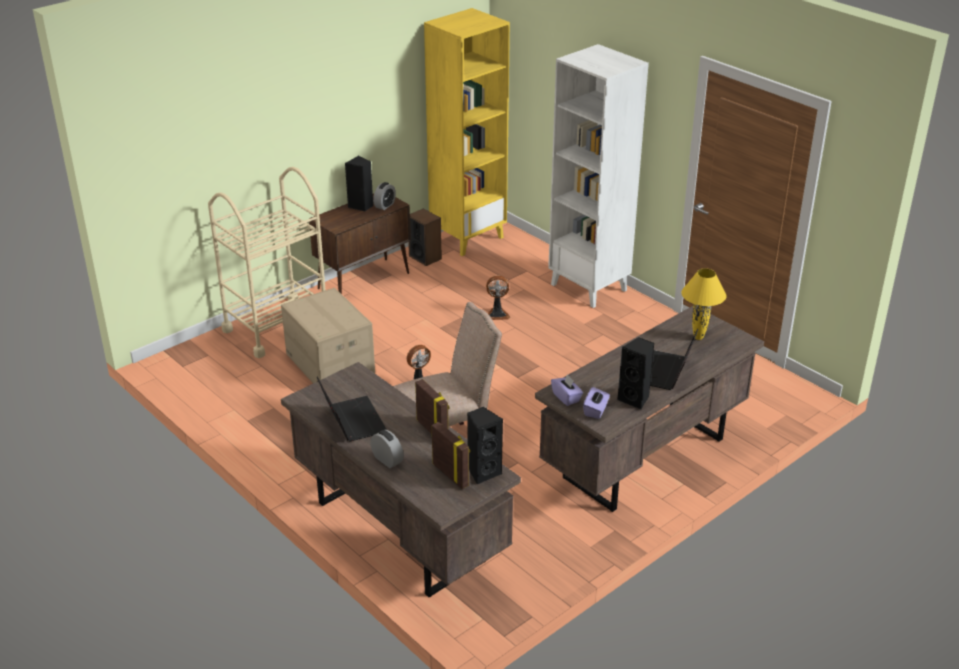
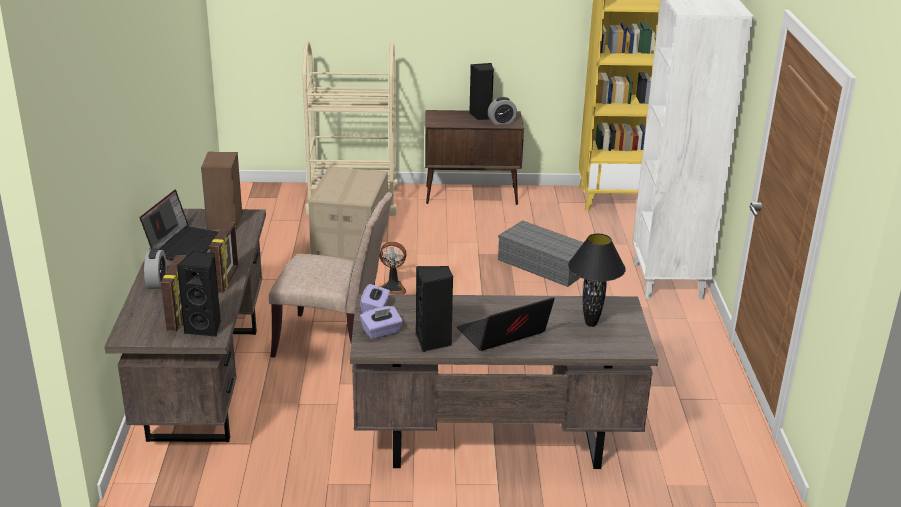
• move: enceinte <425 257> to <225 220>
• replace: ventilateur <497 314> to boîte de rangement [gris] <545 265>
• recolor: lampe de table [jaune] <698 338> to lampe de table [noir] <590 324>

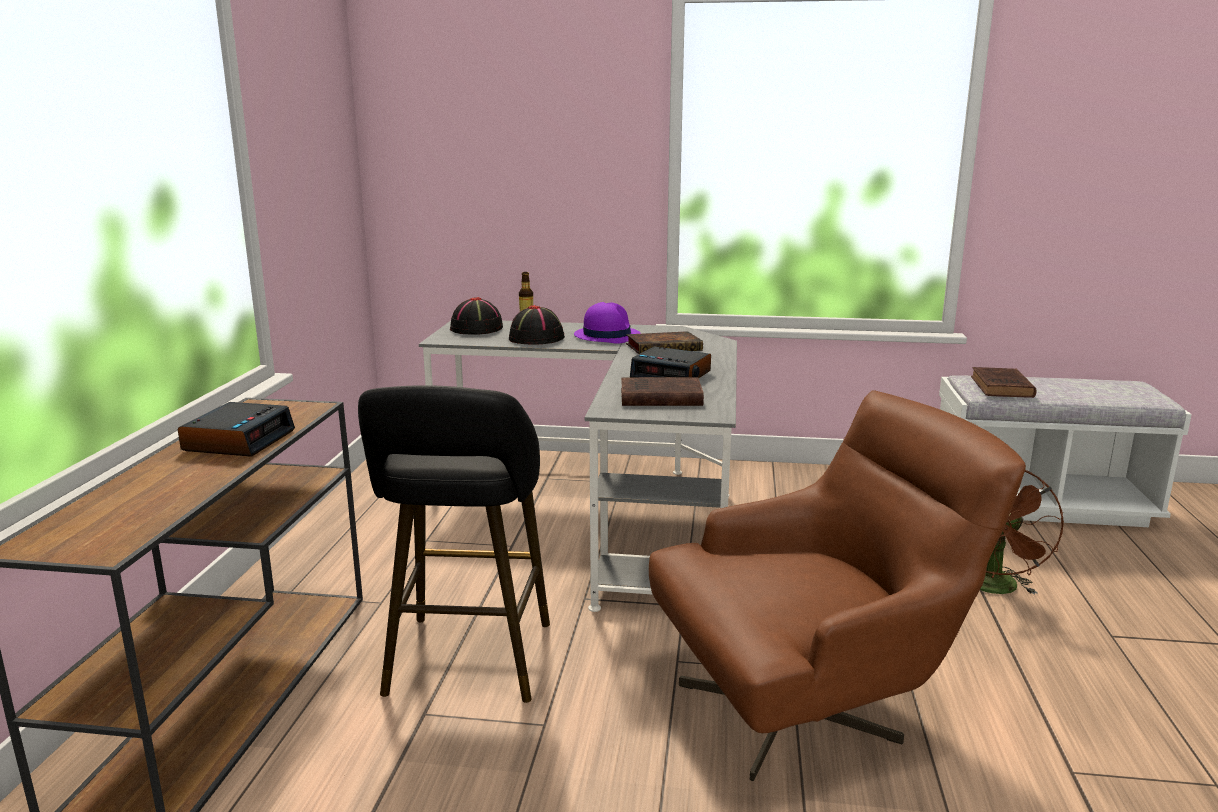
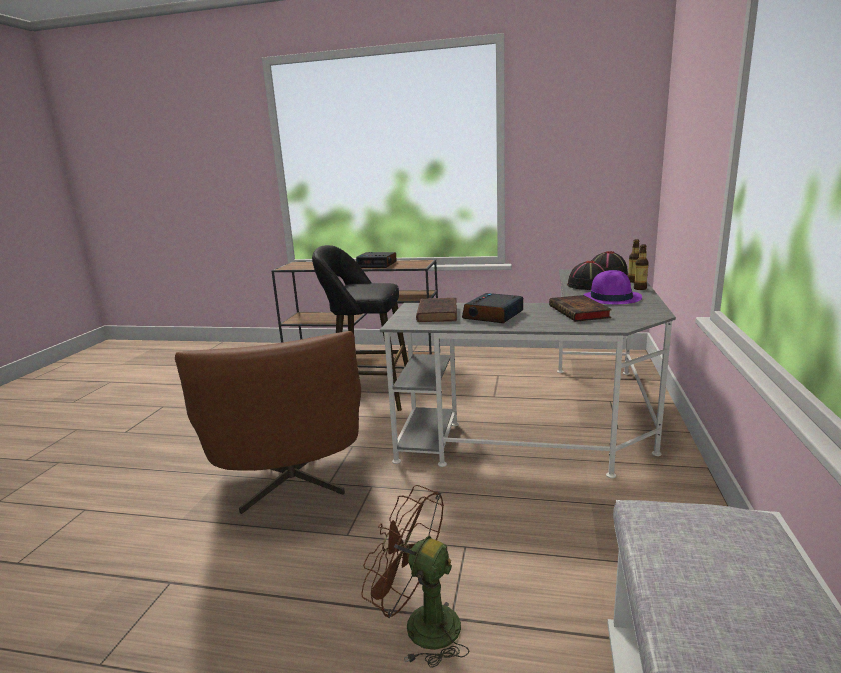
• delete: livre [marron] <1002 388>
• insert: bouteille <640 288>

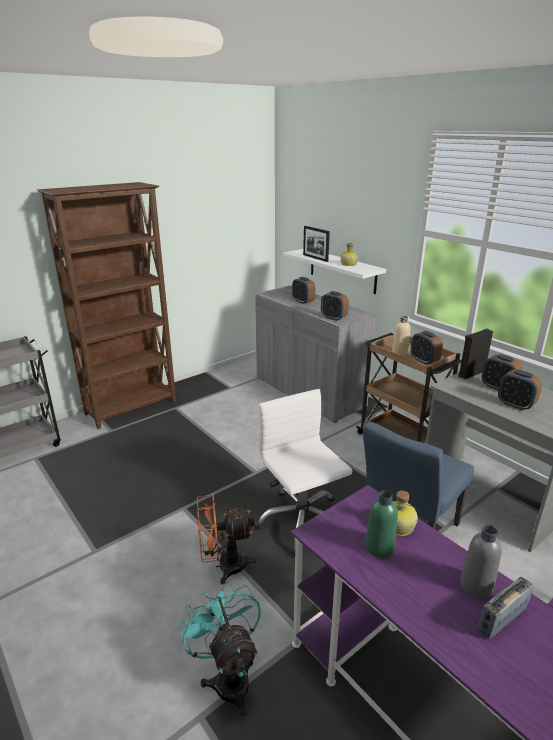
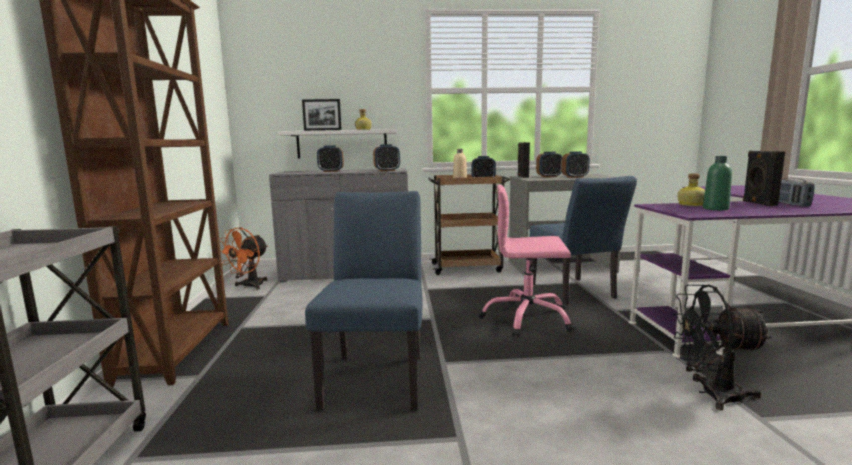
• recolor: ventilateur [turquoise] <228 677> to ventilateur [noir] <711 393>
• move: ventilateur [orange] <224 566> to <249 286>
• recolor: chaise de bureau [blanc] <301 522> to chaise de bureau [rose] <527 318>
• replace: bouteille [gris] <476 585> to enceinte [noir] <758 203>
• insert: chaise [bleu] <377 375>

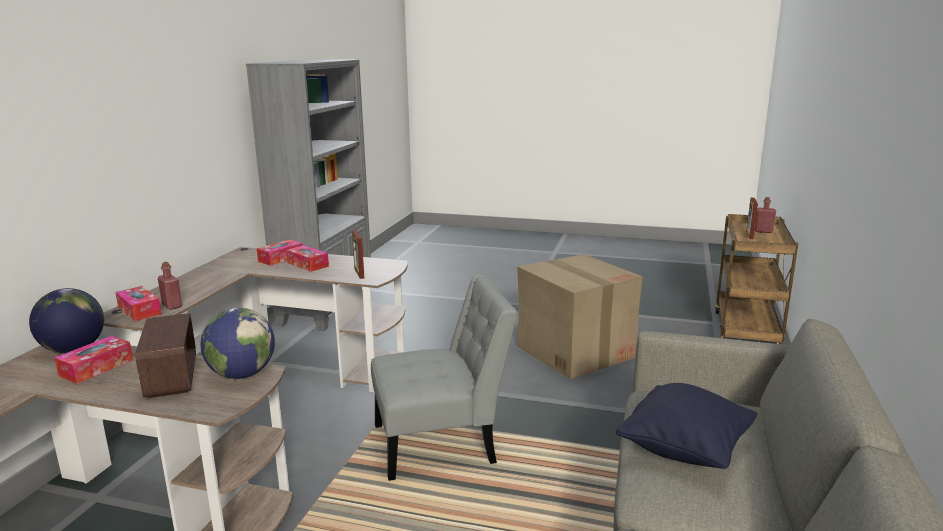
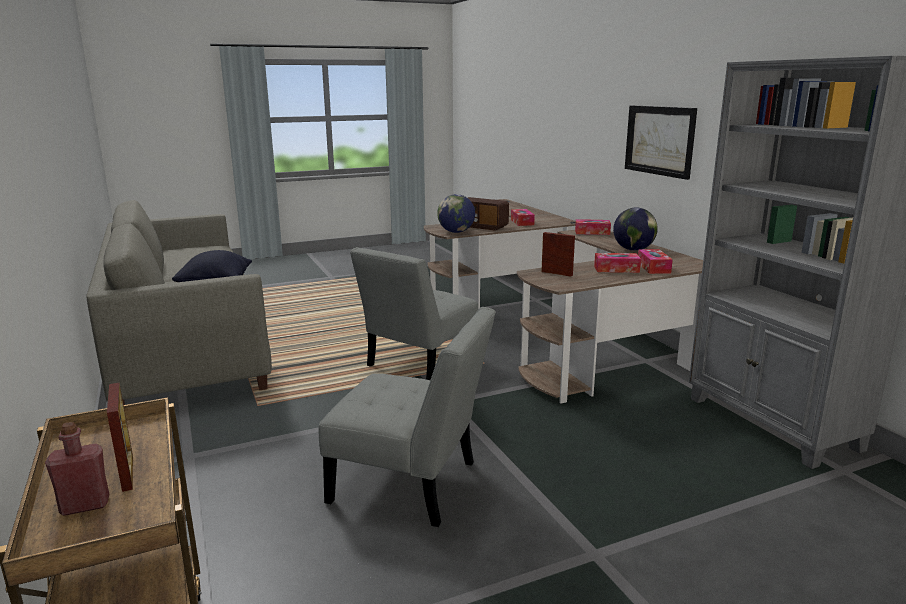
• move: globe <73 350> to <633 250>
• delete: bouteille [rouge] <172 306>
• replace: carton <575 351> to chaise [gris] <411 484>
• insert: tableau <659 140>

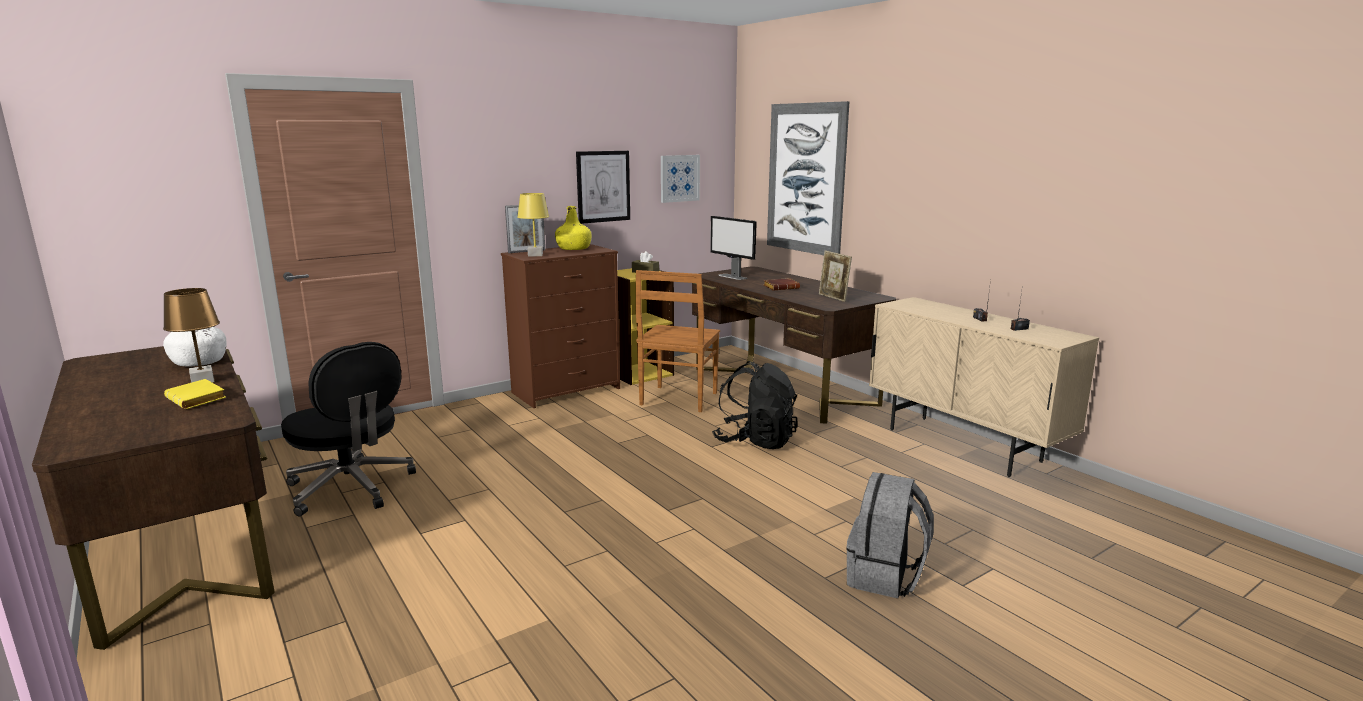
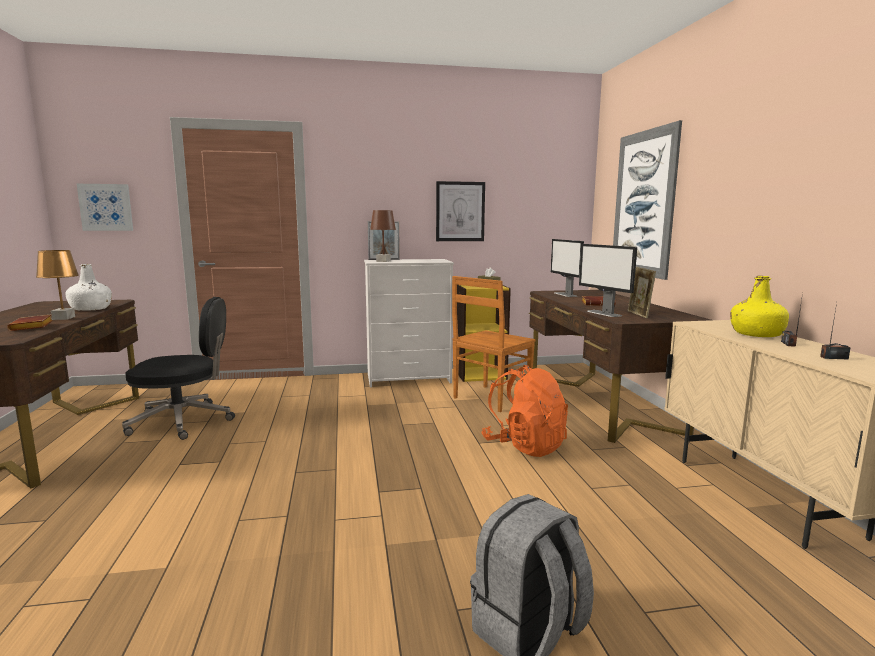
• recolor: livre [jaune] <199 399> to livre [marron] <33 327>
• rotate: chaise de bureau [noir] <352 488> = <184 421> 75 degrees counterclockwise
• recolor: commode [marron] <567 390> to commode [blanc] <409 378>
• recolor: lampe de table [jaune] <535 255> to lampe de table [marron] <383 261>
• move: bouteille [jaune] <574 248> to <756 334>
• move: tableau <679 178> to <106 207>
• recolor: sac à dos [noir] <755 441> to sac à dos [orange] <525 446>
• insert: écran d'ordinateur <604 313>

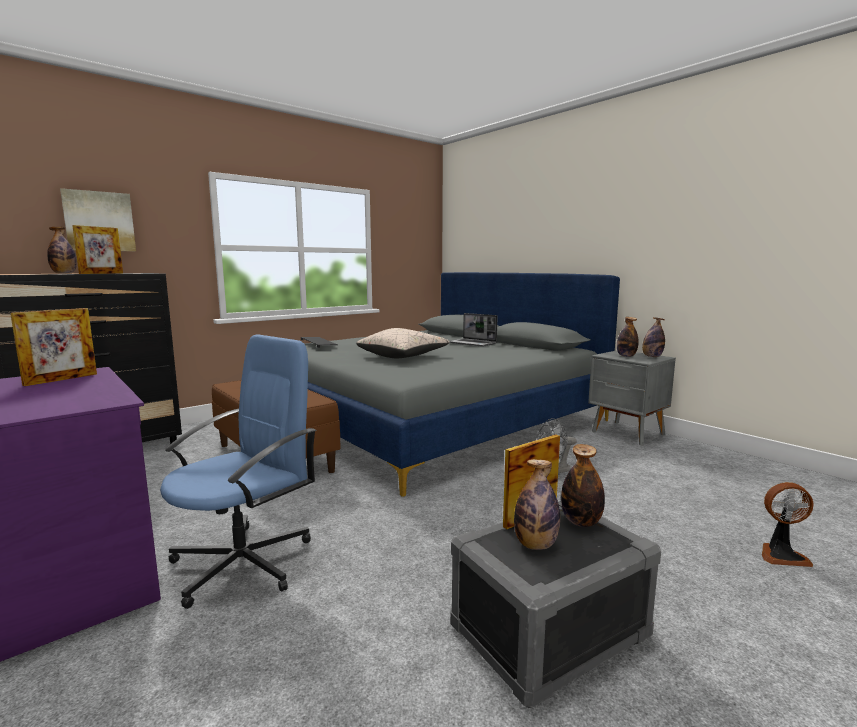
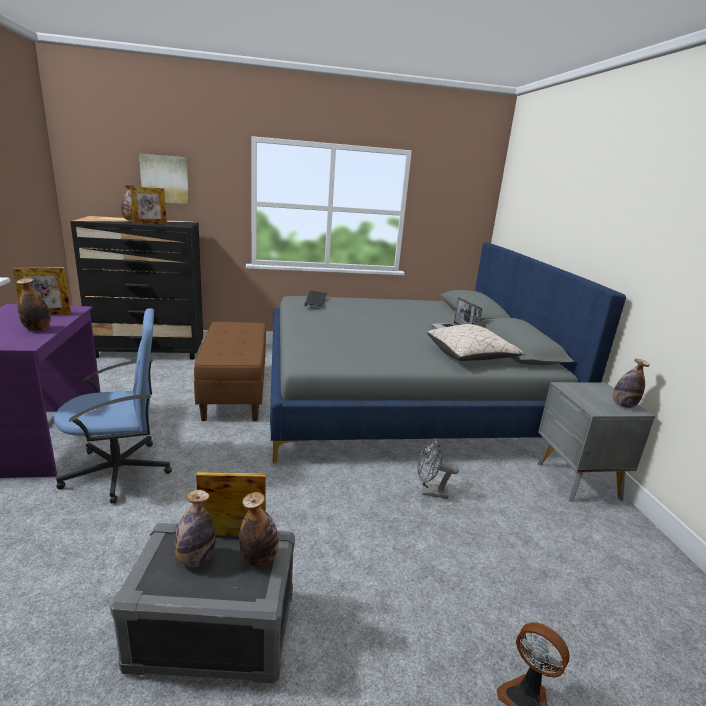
• move: coussin [beige] <403 356> to <470 356>
• move: bouteille <626 356> to <37 329>

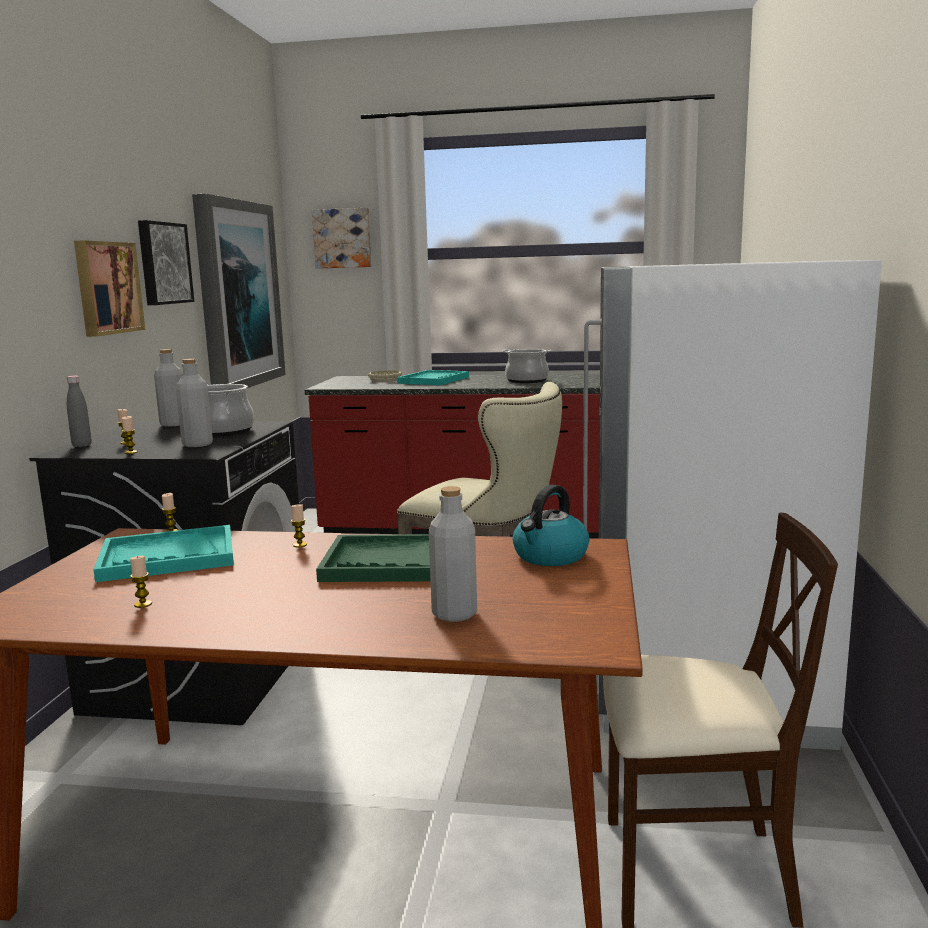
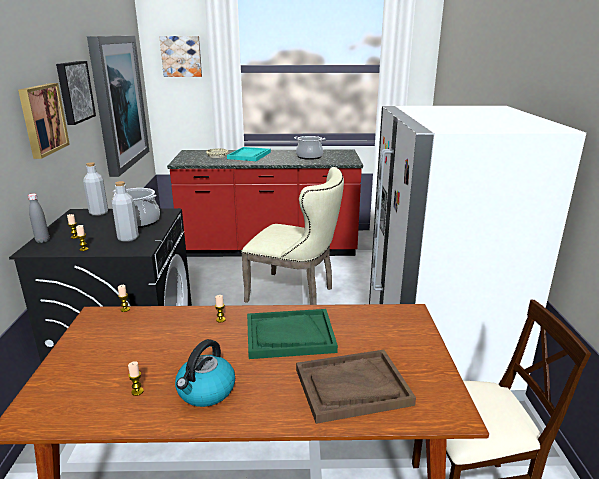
• delete: plateau [turquoise] <167 557>
• replace: bouteille [gris] <454 614> to plateau [marron] <352 387>
• move: bouilloire <550 556> to <206 391>

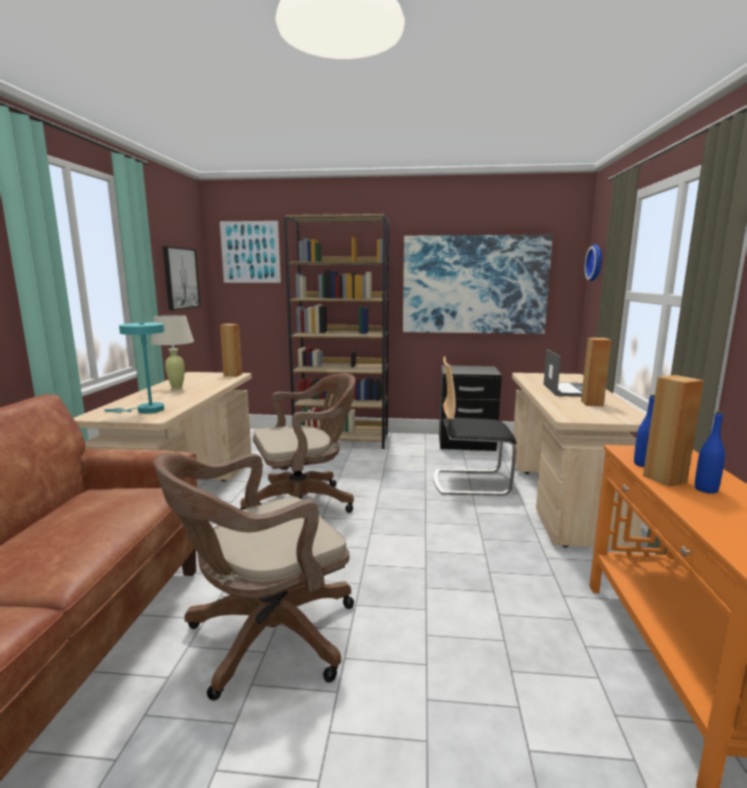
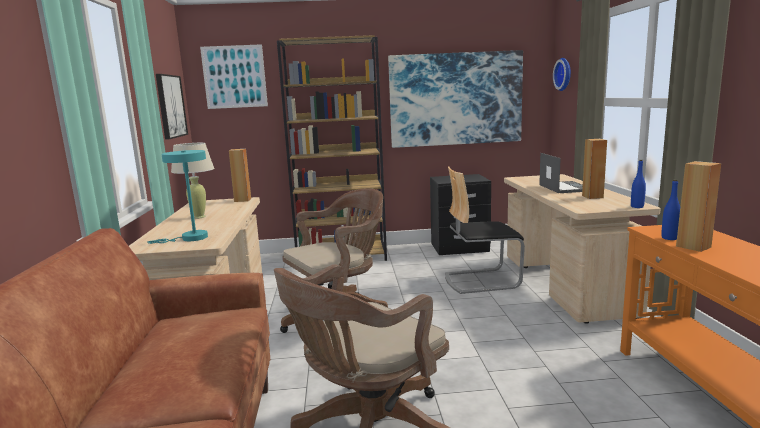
• move: bouteille [bleu] <706 489> to <637 207>

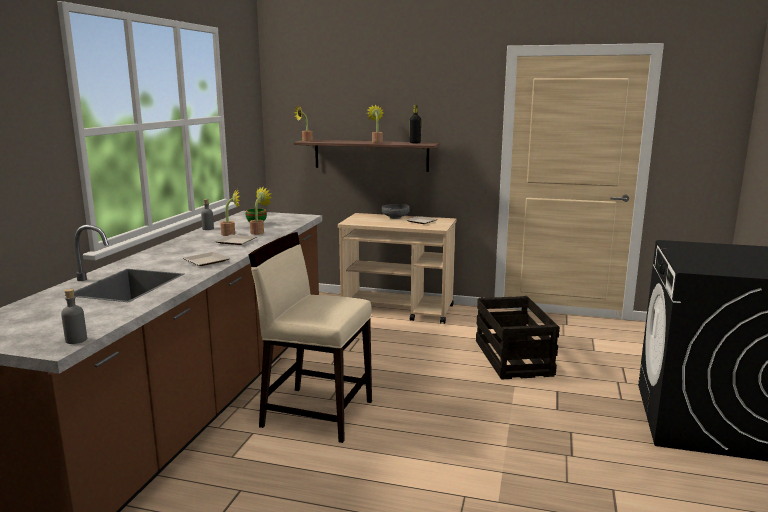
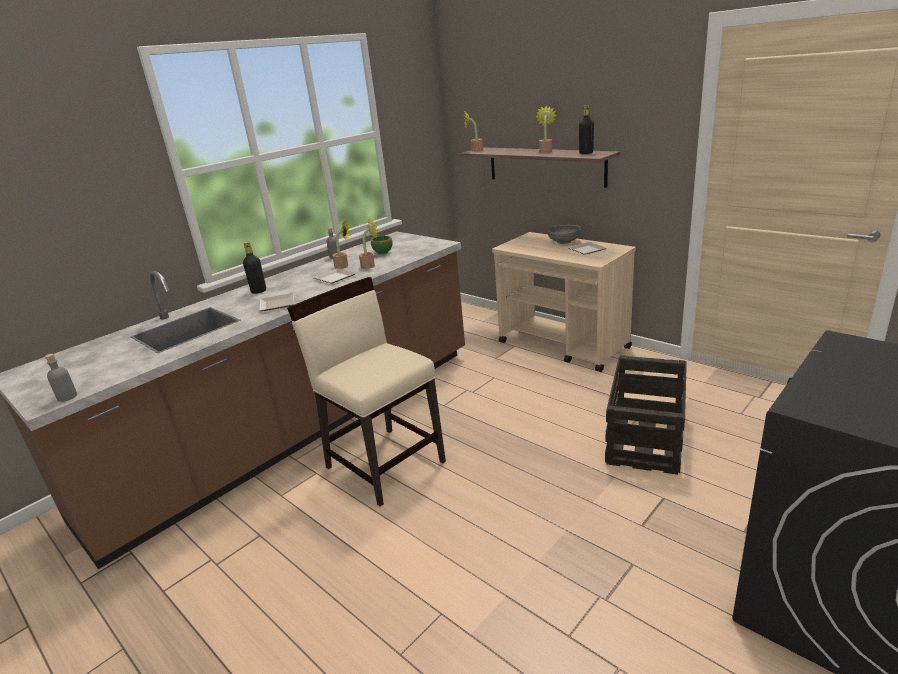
• insert: bouteille [noir] <258 291>

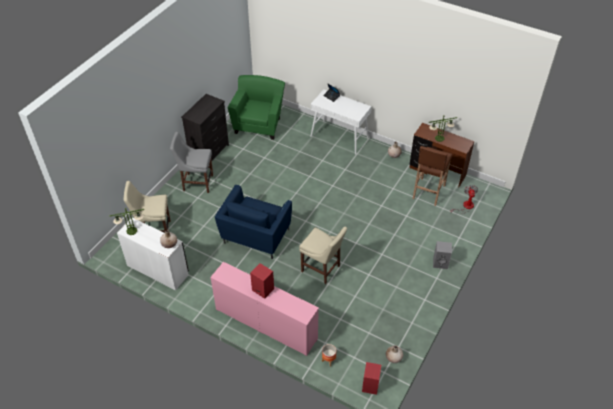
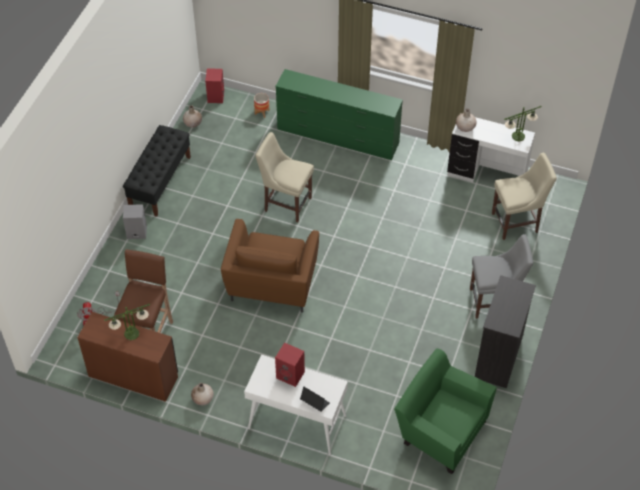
• recolor: commode [rose] <266 323> to commode [vert] <338 137>
• delete: fauteuil [bleu] <255 237>
• rotate: fauteuil [vert] <259 124> = <440 431> 120 degrees clockwise
• move: enceinte [rouge] <262 289> to <291 375>
• insert: banc [noir] <160 182>
• insert: fauteuil [marron] <271 285>

